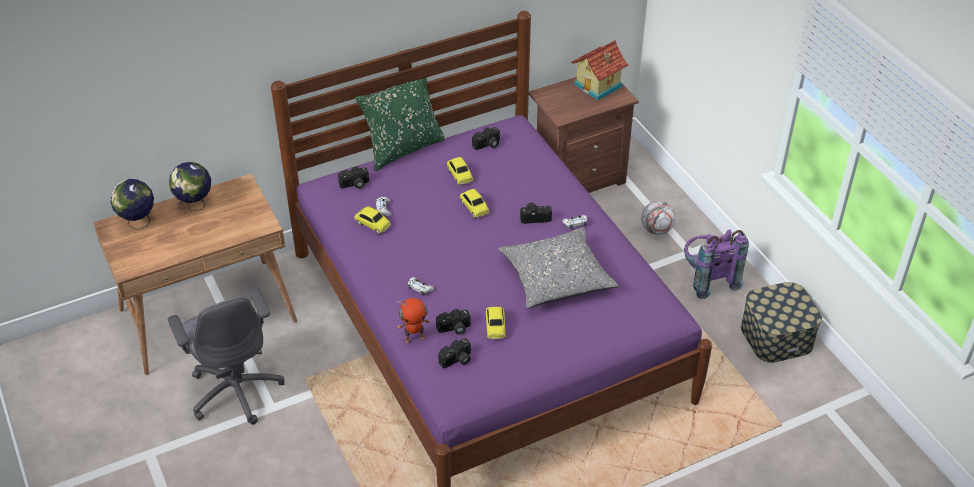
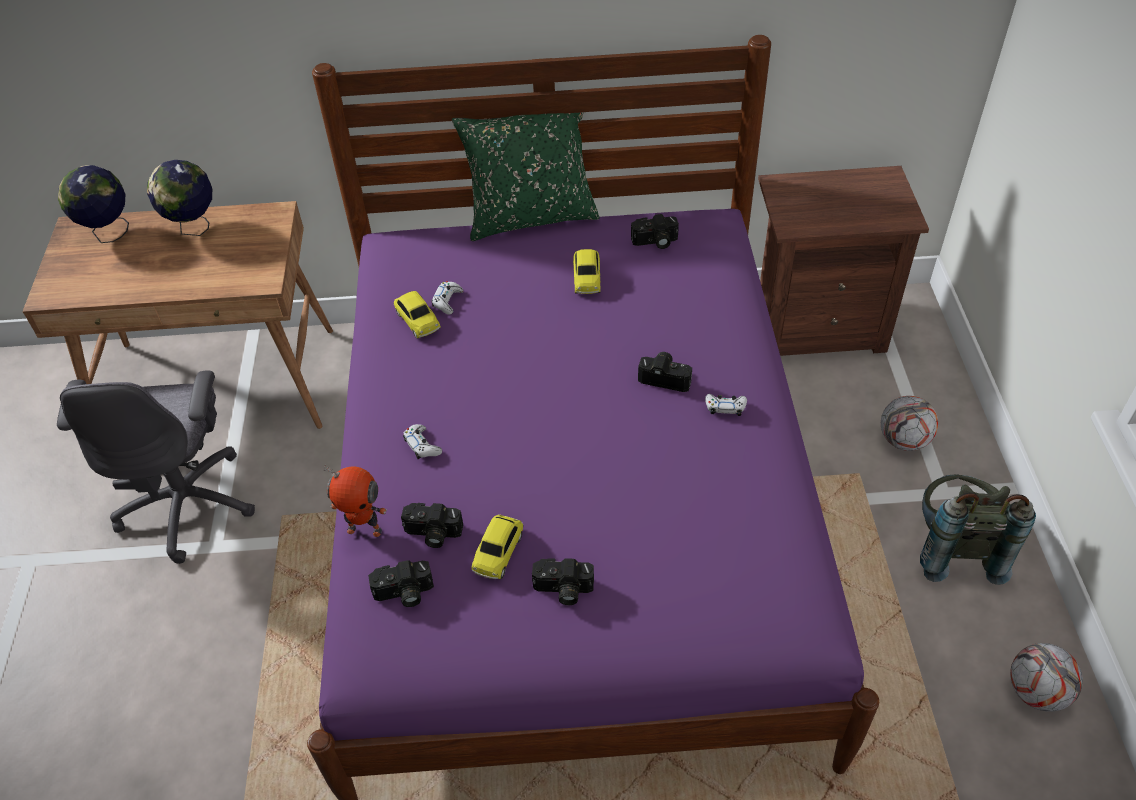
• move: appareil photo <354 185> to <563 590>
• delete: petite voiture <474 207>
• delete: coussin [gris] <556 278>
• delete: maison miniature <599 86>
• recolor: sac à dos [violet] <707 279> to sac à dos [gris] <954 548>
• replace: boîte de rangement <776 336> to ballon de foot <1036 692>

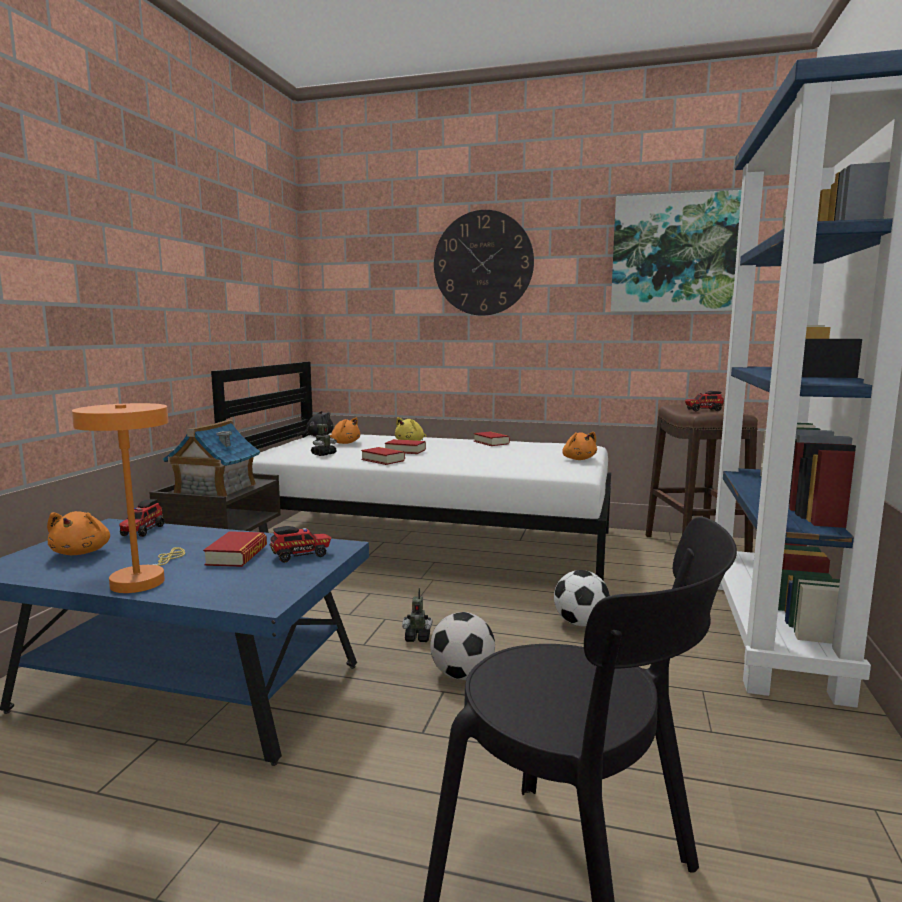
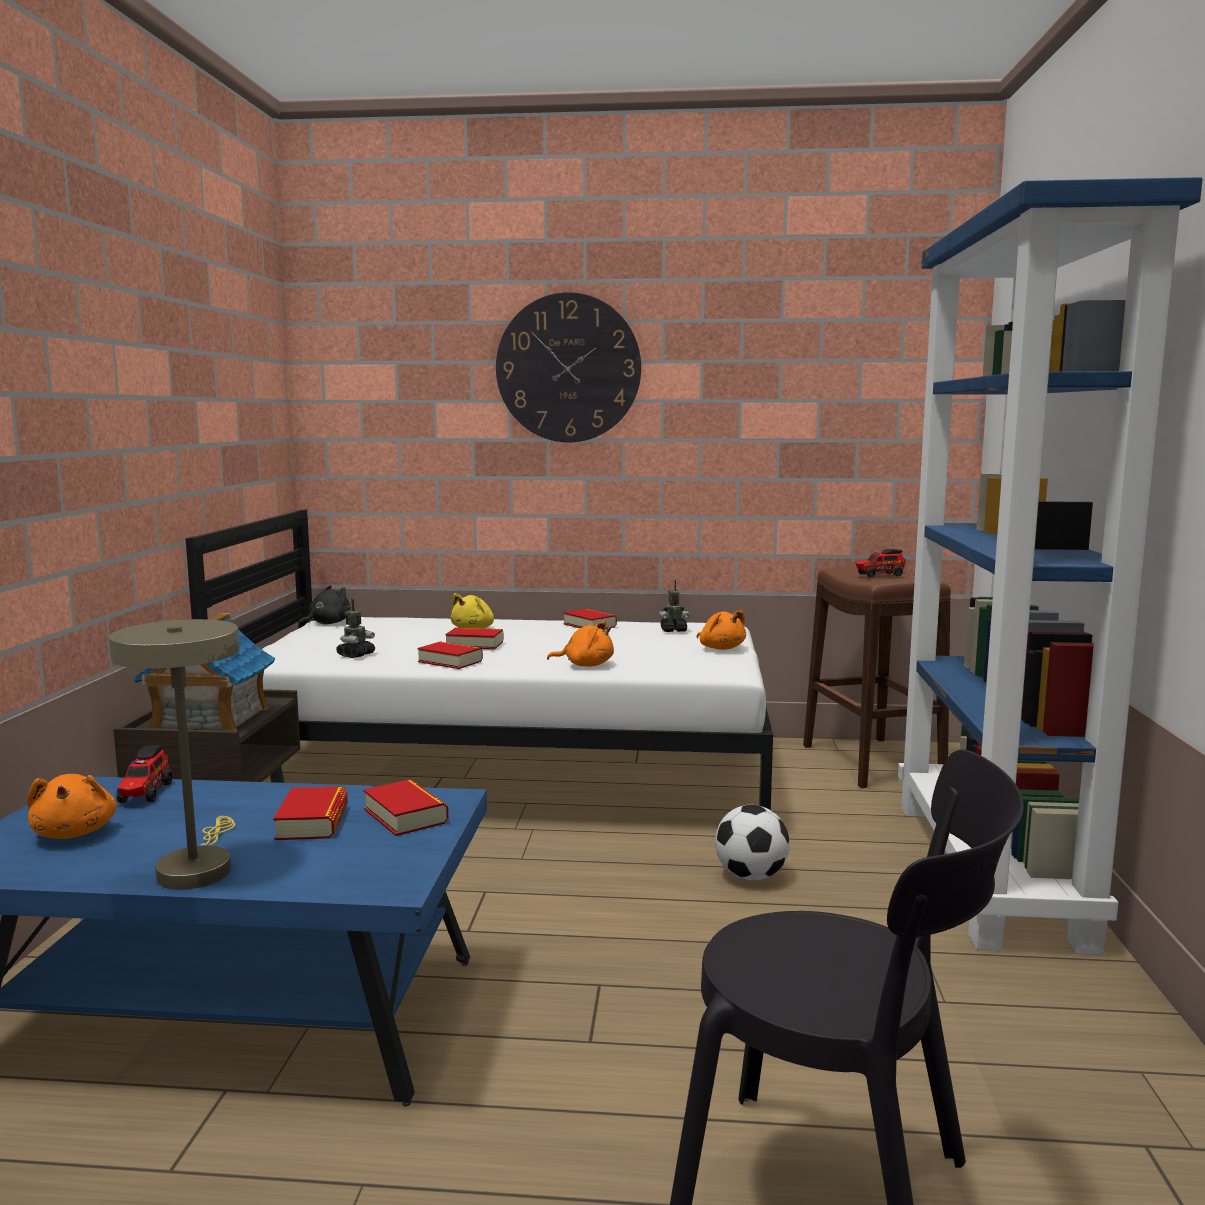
• recolor: lampe de table [orange] <142 579> to lampe de table [beige] <197 867>
• replace: camion jouet <302 555> to livre <405 816>
• move: peluche [orange] <344 443> to <585 665>
• move: robot jouet <417 638> to <673 630>
• delete: ballon de foot <462 675>
• delete: tableau <681 253>

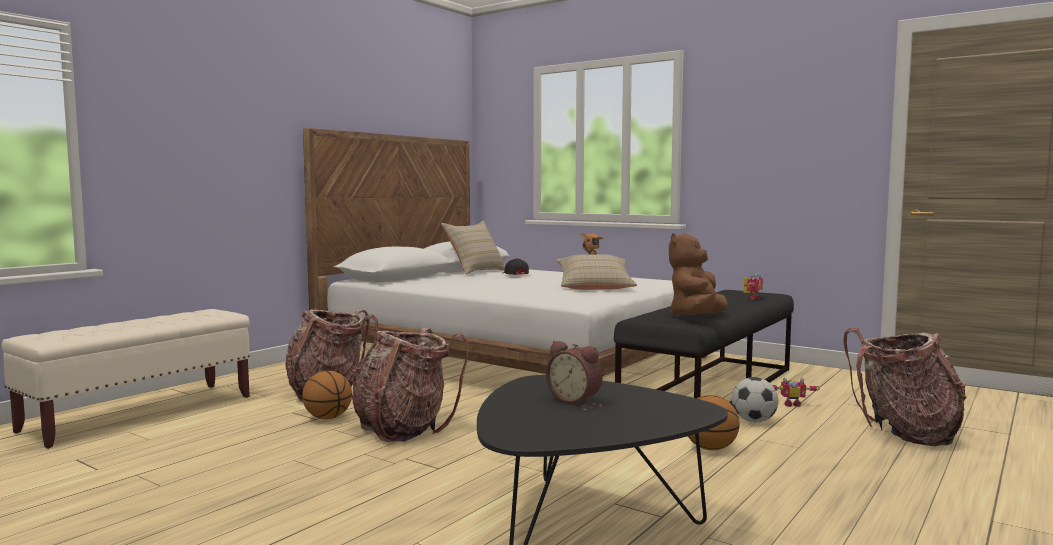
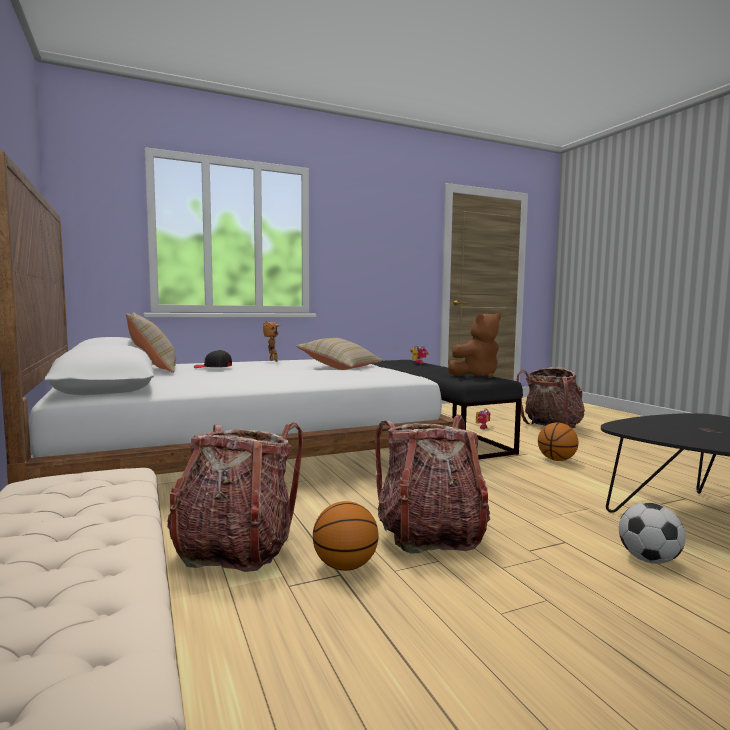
• delete: réveil <575 399>
• rotate: peluche [marron] <697 318> = <476 376> 90 degrees counterclockwise
• move: ballon de foot <754 421> to <649 560>

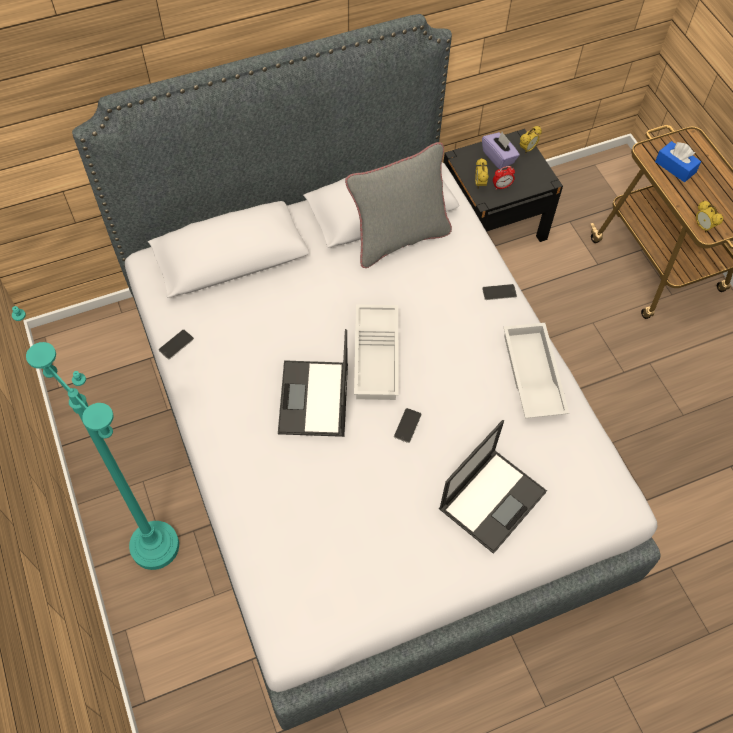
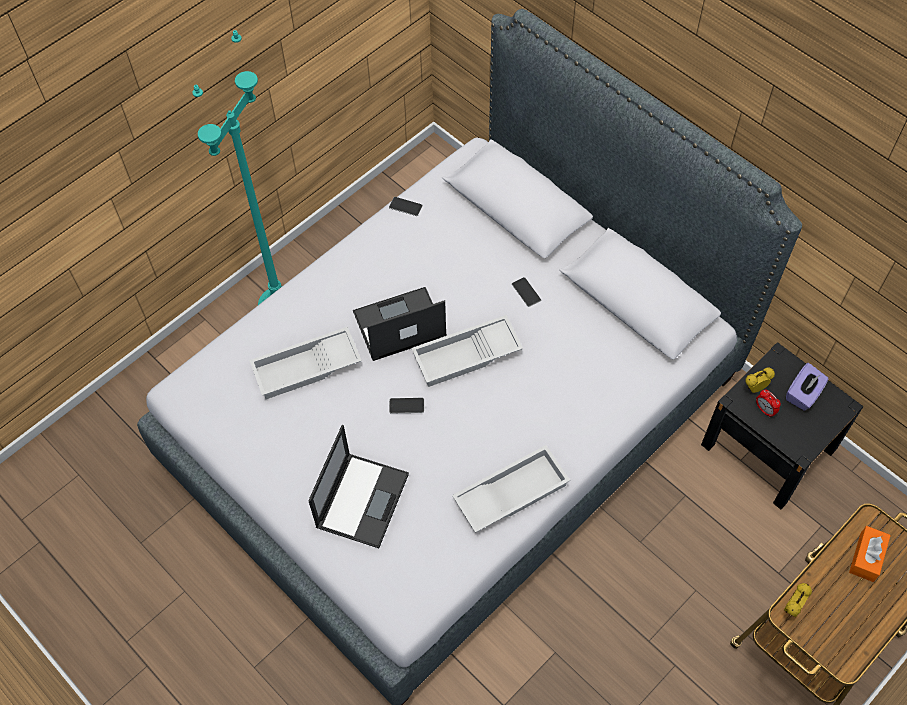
• delete: coussin [gris] <398 239>
• rotate: ordinateur portable <493 499> = <362 499> 90 degrees counterclockwise
• move: téléphone <499 292> to <526 292>
• delete: réveil <527 149>
• recolor: boîte à mouchoirs [bleu] <675 167> to boîte à mouchoirs [orange] <866 557>
• insert: plateau [blanc] <306 369>

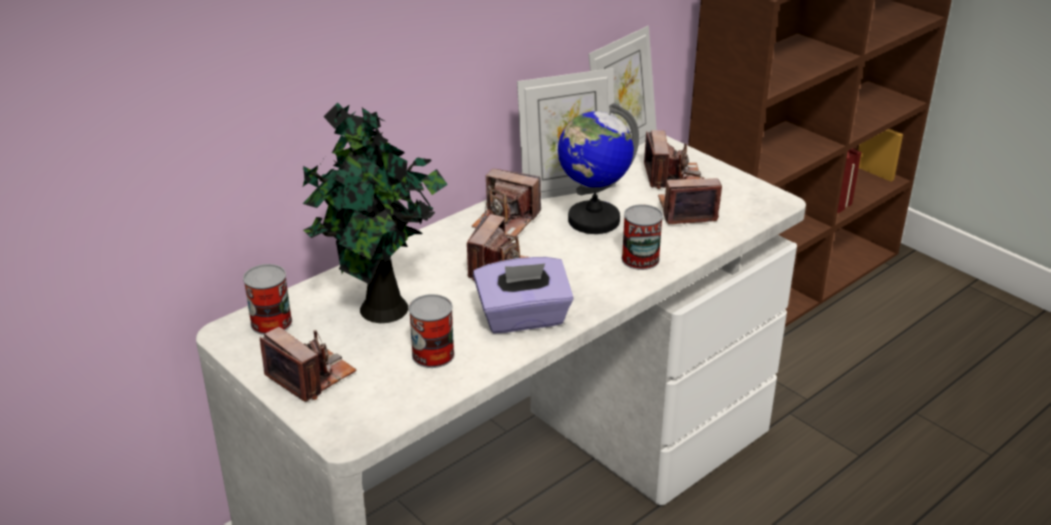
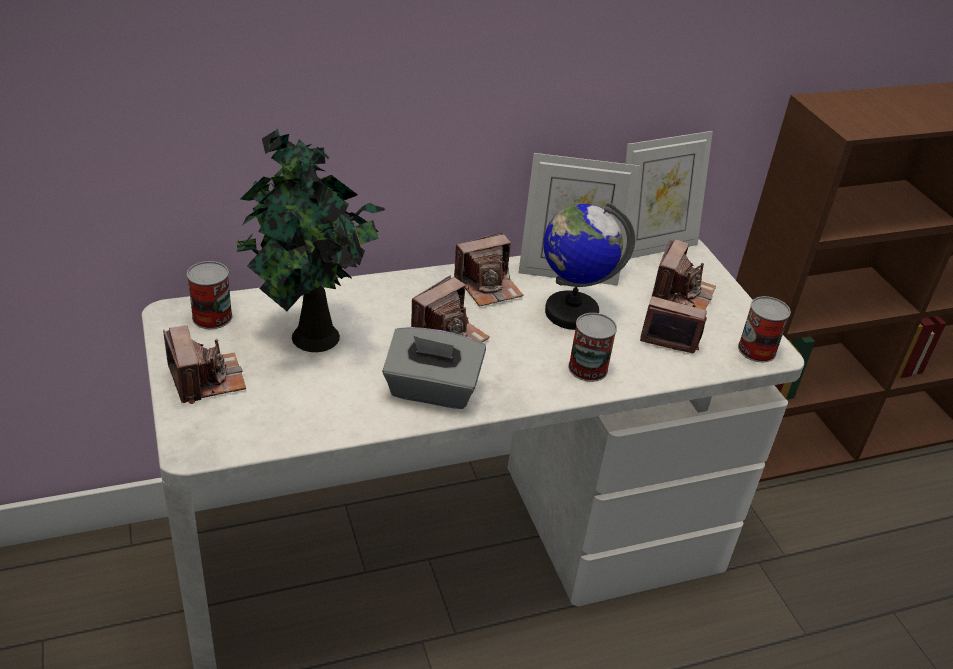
• move: boîte métallique <433 354> to <756 350>
• rotate: appareil photo <506 220> = <488 287> 75 degrees counterclockwise
• recolor: boîte à mouchoirs [violet] <523 318> to boîte à mouchoirs [gris] <432 390>

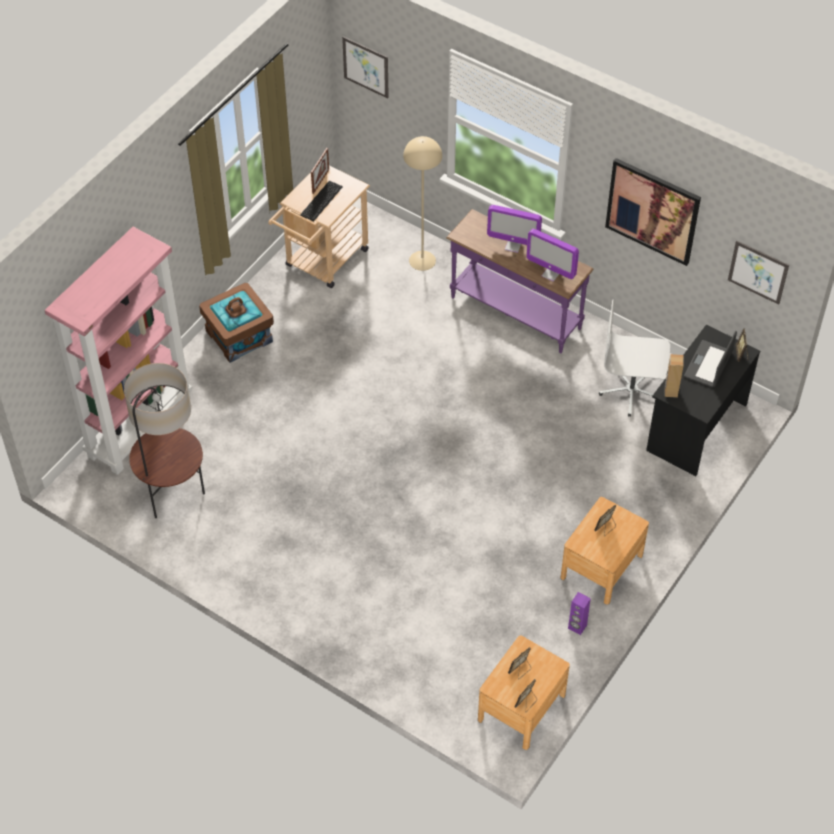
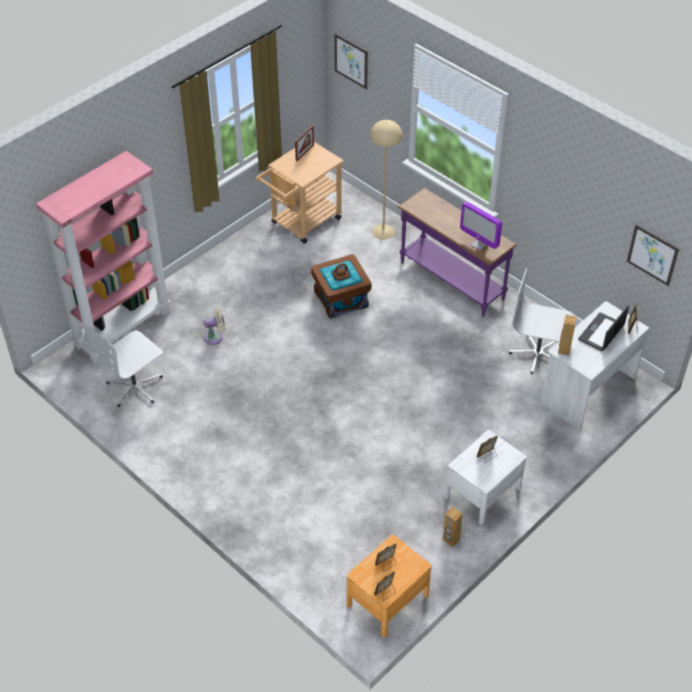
• replace: lampadaire <174 498> to chaise de bureau [blanc] <135 387>
• move: boîte de rangement [marron] <239 336> to <341 298>
• delete: clavier <322 201>
• delete: écran d'ordinateur <513 246>
• recolor: table de chevet [marron] <601 566> to table de chevet [blanc] <483 492>
• recolor: enceinte [violet] <577 627> to enceinte [marron] <451 539>
• delete: tableau <652 211>
• recolor: bureau [noir] <695 427> to bureau [blanc] <587 390>
• insert: ventilateur [beige] <215 337>

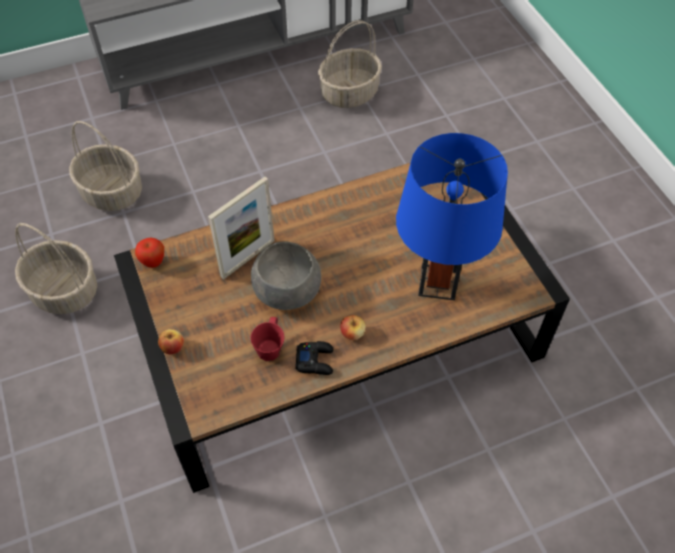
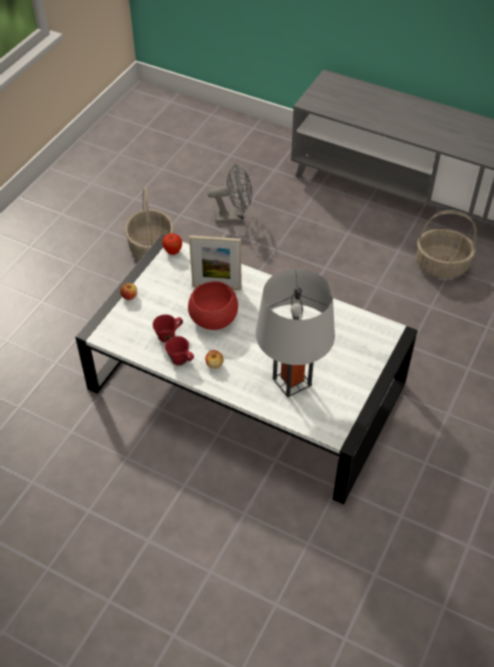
• replace: panier <111 192> to ventilateur [gris] <234 217>
• recolor: table basse [marron] <338 335> to table basse [blanc] <248 385>
• recolor: bol [gris] <286 290> to bol [rouge] <213 317>
• replace: manette [noir] <315 360> to mug [rouge] <180 360>
• recolor: lampe de table [bleu] <437 282> to lampe de table [gris] <292 381>

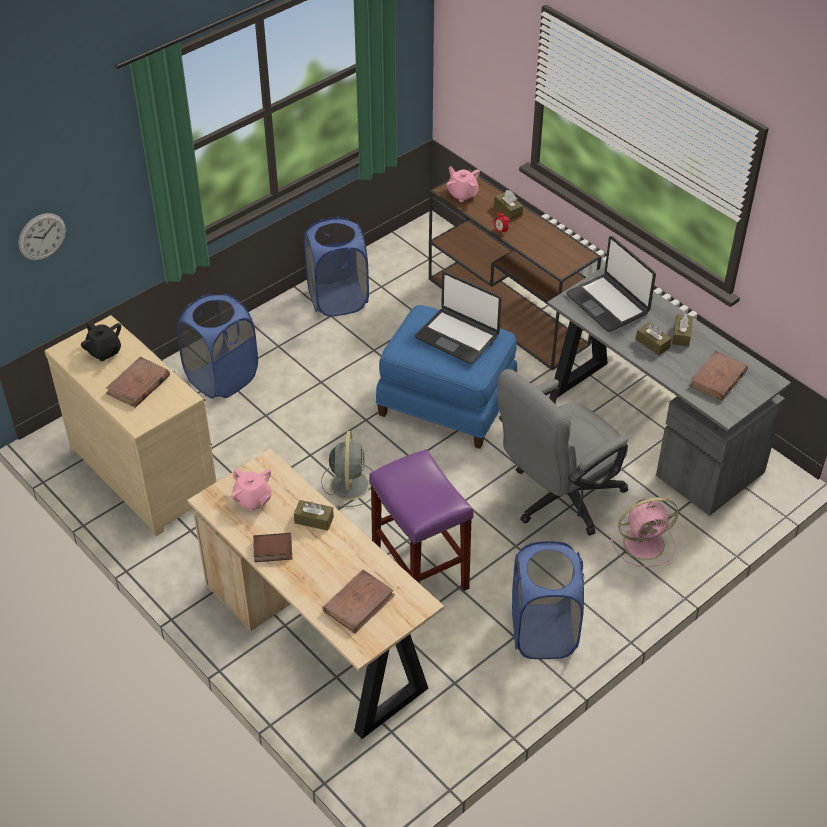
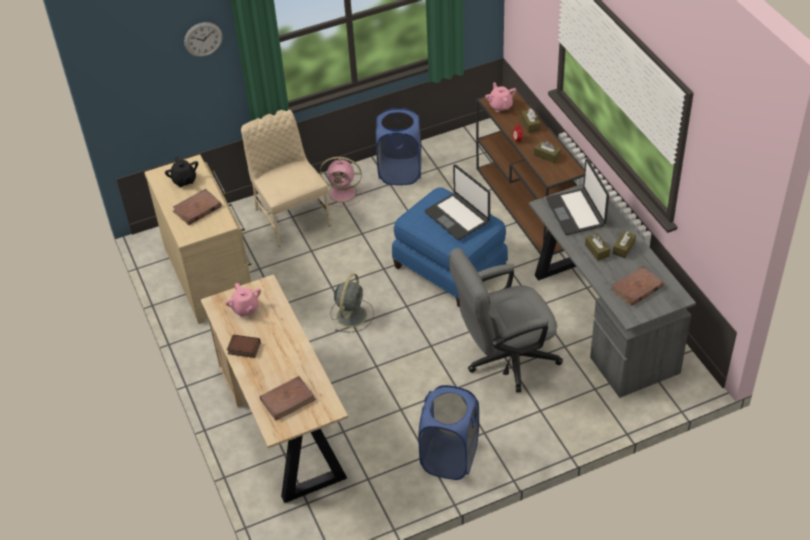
• move: horloge murale <42 236> to <203 39>
• replace: panier à linge [bleu] <222 378> to chaise [beige] <291 216>
• move: boîte à mouchoirs [marron] <314 520> to <547 156>
• delete: tabouret [violet] <421 572>
• move: ventilateur [rose] <645 543> to <344 193>

